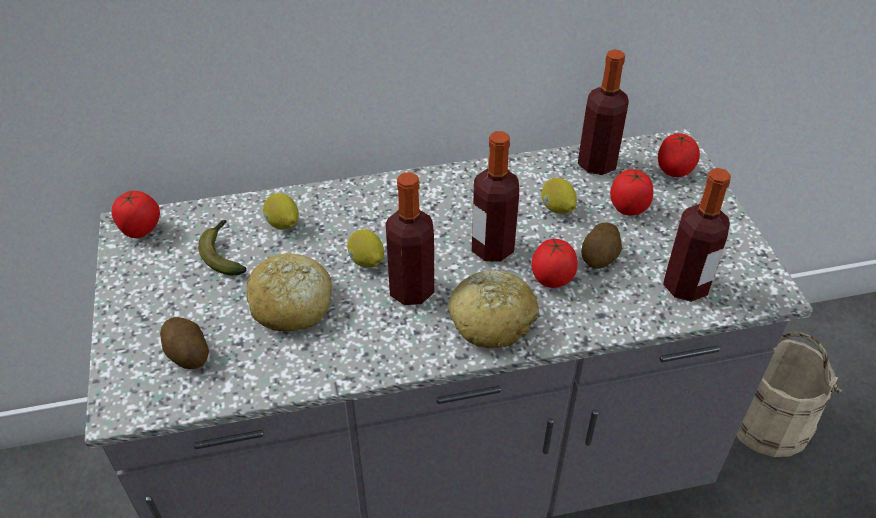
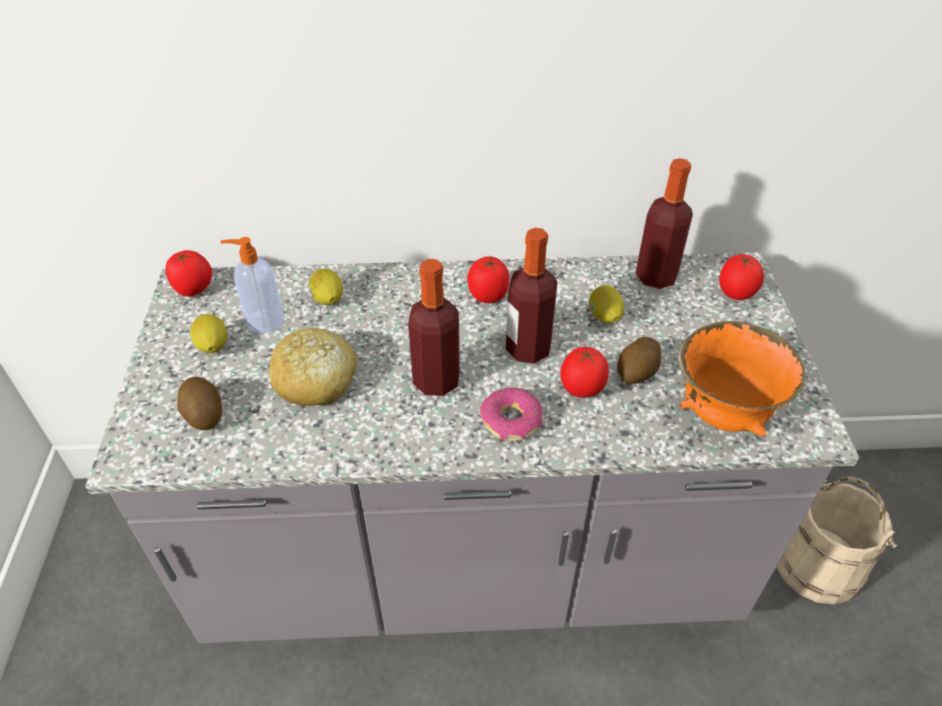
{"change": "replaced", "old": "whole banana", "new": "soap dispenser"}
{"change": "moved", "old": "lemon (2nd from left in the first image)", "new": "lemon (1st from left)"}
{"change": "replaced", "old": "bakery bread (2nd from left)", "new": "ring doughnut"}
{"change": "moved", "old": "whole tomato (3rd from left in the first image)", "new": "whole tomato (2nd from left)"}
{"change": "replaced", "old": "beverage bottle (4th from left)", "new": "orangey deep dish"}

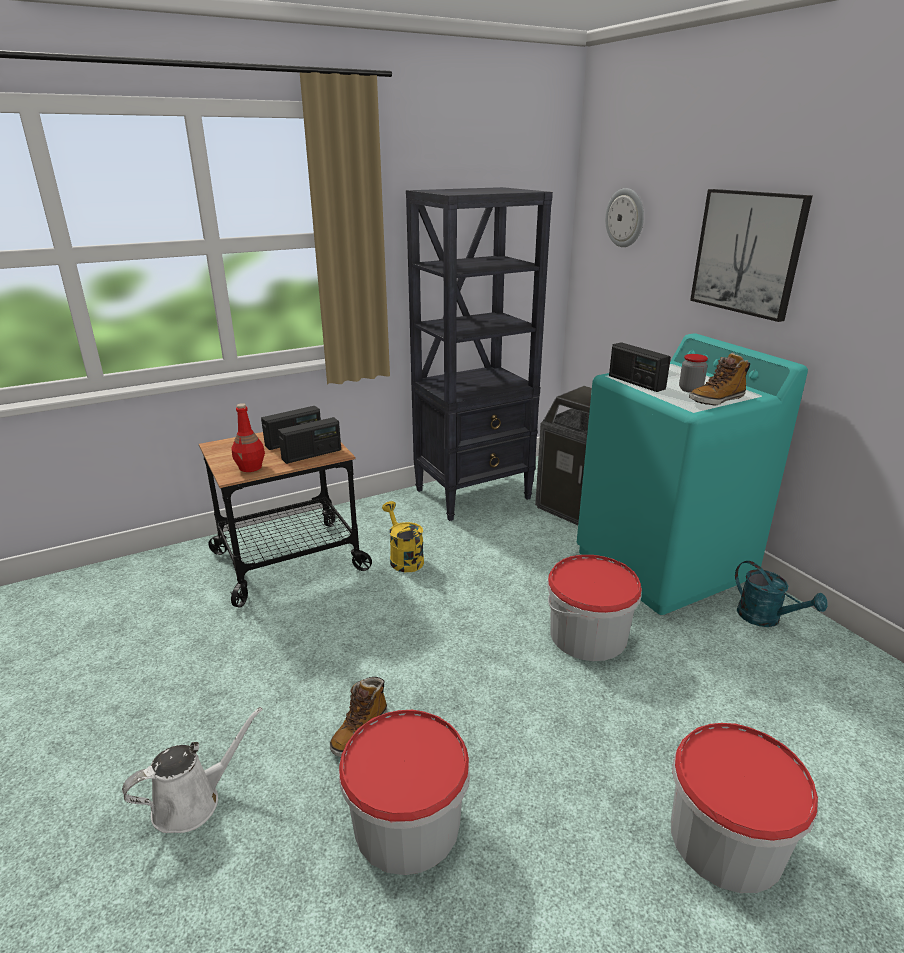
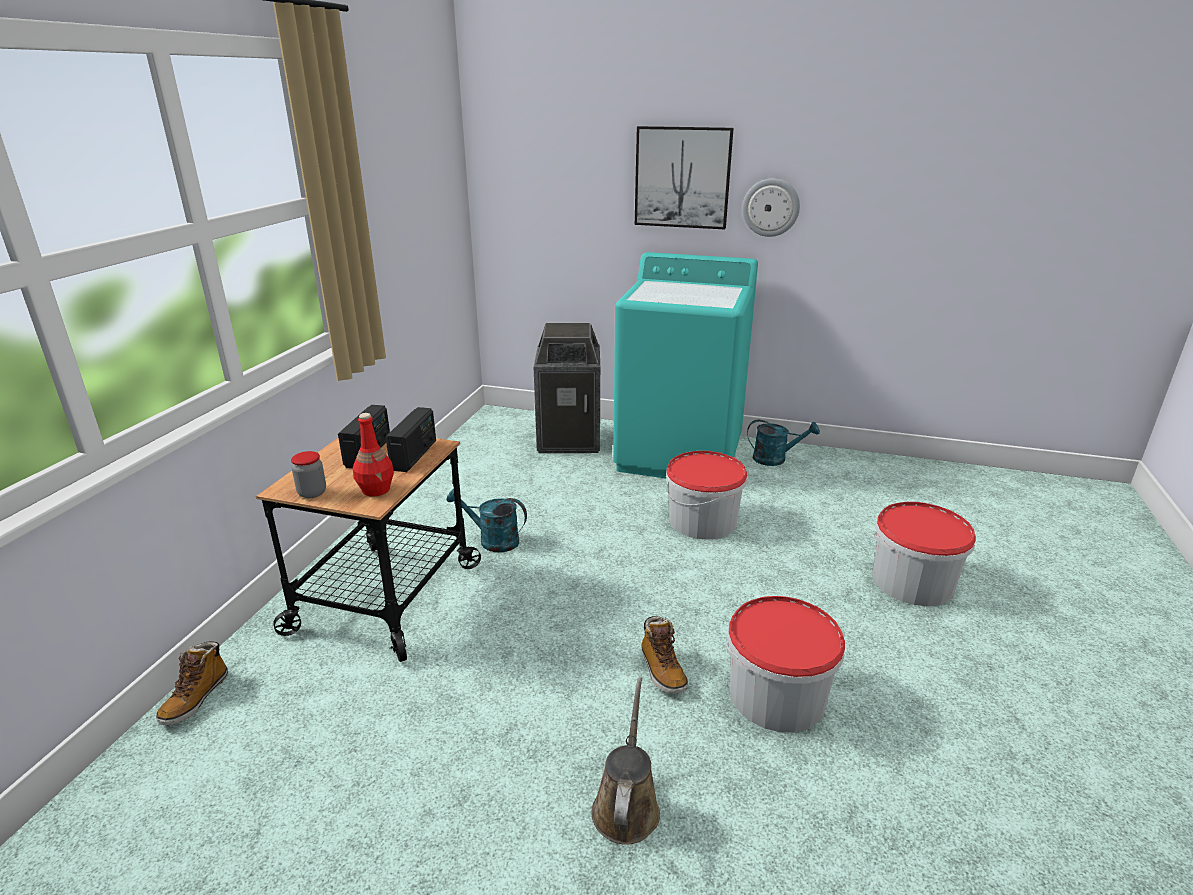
{"change": "recoloured", "old": "white-coloured watering can", "new": "brownish watering can"}
{"change": "recoloured", "old": "yellow watering can", "new": "turquoise watering can (1st from left)"}
{"change": "removed", "old": "black-coloured shelving unit"}
{"change": "moved", "old": "clock on the wall"}
{"change": "removed", "old": "radio receiver (3rd from left)"}
{"change": "moved", "old": "preserve jar"}
{"change": "moved", "old": "boot (2nd from left in the first image)", "new": "boot (1st from left)"}

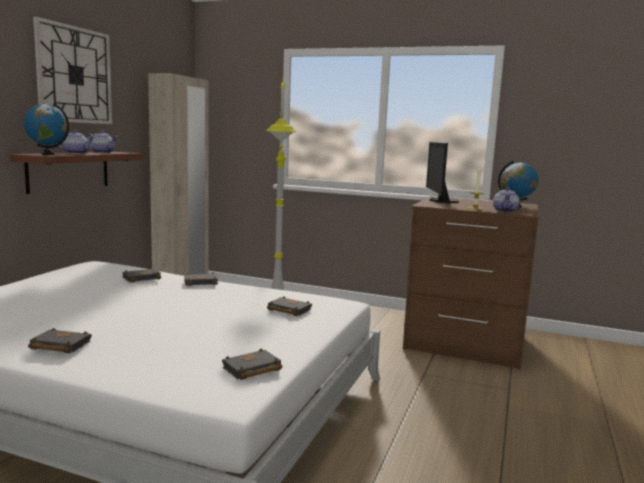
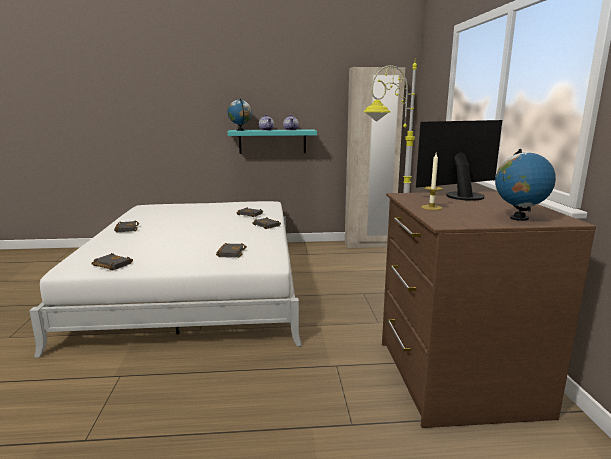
{"change": "recoloured", "old": "brownish shelf", "new": "turquoise shelf"}
{"change": "removed", "old": "clock on the wall"}
{"change": "removed", "old": "tea pot (3rd from left)"}

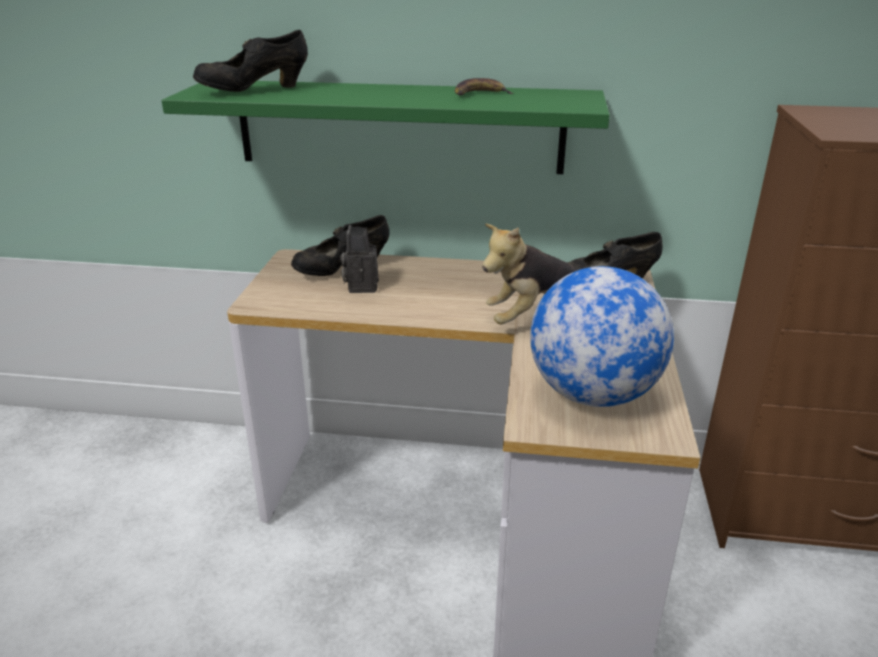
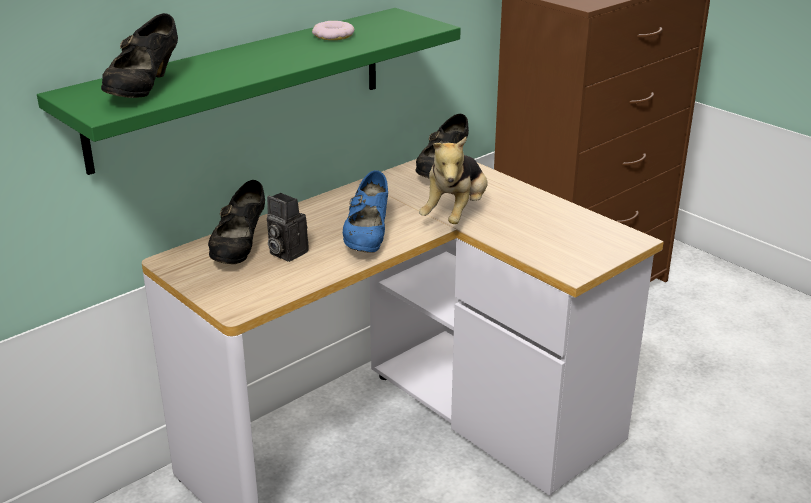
{"change": "replaced", "old": "whole banana", "new": "ring doughnut"}
{"change": "removed", "old": "desk globe"}
{"change": "added", "new": "blue low shoe"}

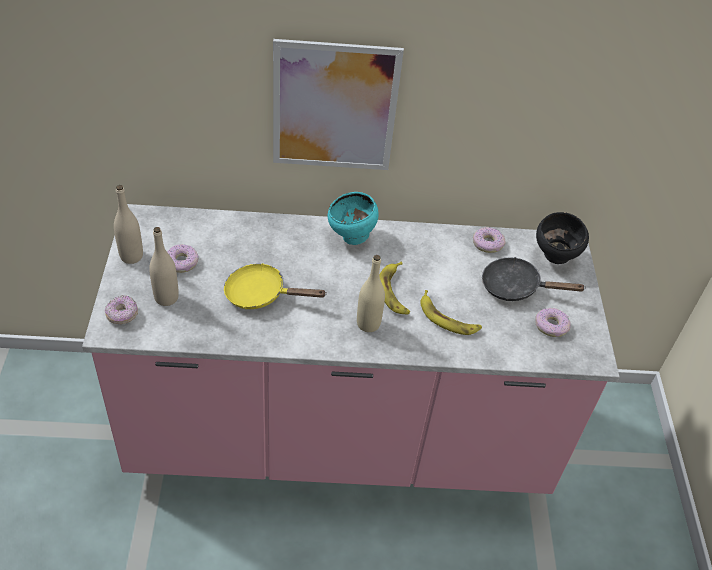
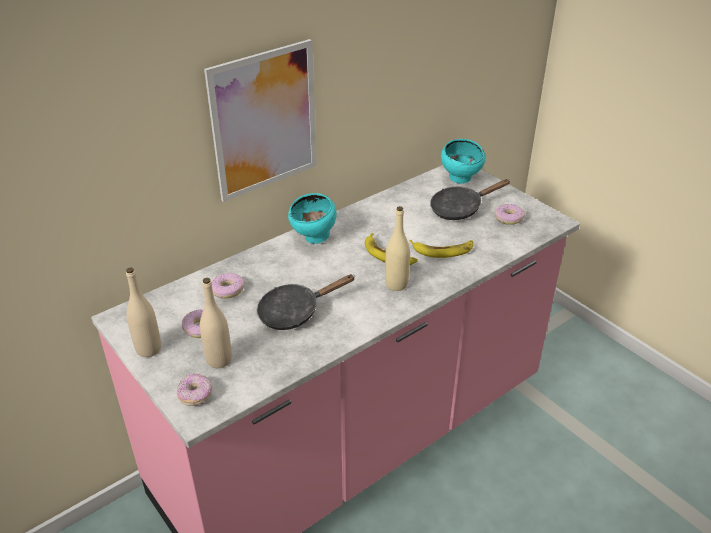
{"change": "recoloured", "old": "yellow pan", "new": "black-coloured pan (1st from left)"}
{"change": "moved", "old": "ring doughnut (3rd from left)"}
{"change": "recoloured", "old": "black-coloured deep dish", "new": "turquoise deep dish (2nd from left)"}

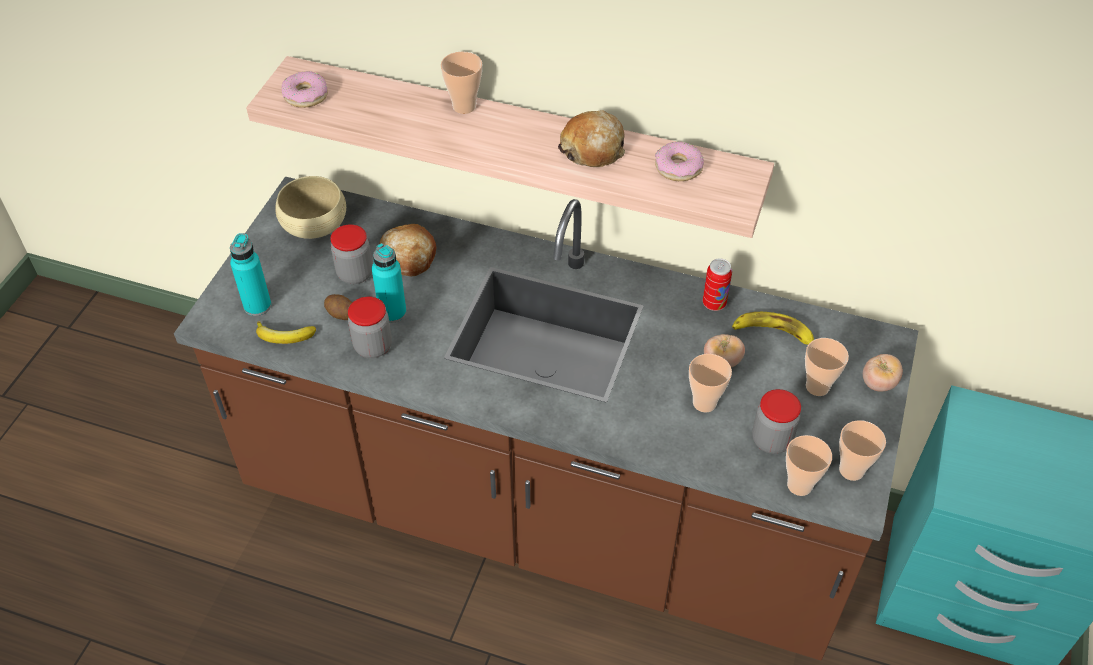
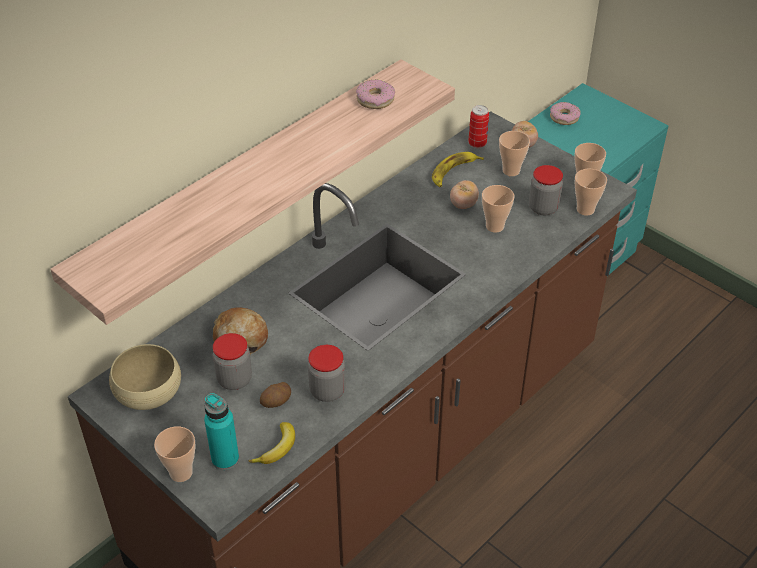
{"change": "moved", "old": "ring doughnut (1st from left in the first image)", "new": "ring doughnut (2nd from left)"}
{"change": "removed", "old": "turquoise beverage bottle (2nd from left)"}
{"change": "moved", "old": "drinking cup (1st from left)"}
{"change": "removed", "old": "bakery bread (2nd from left)"}
{"change": "moved", "old": "metal can"}

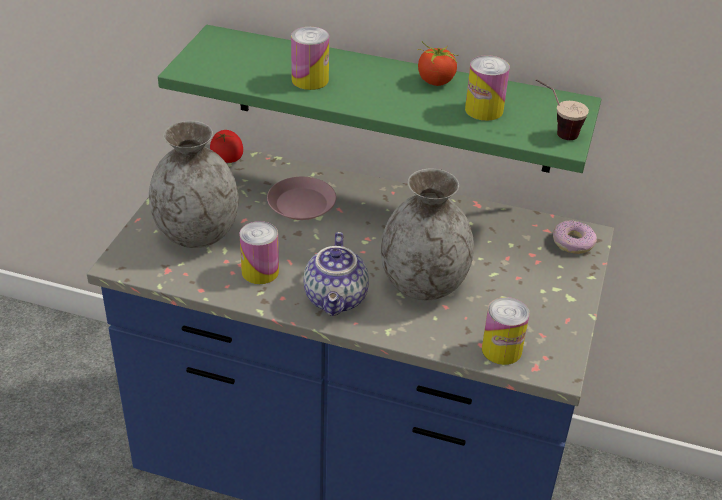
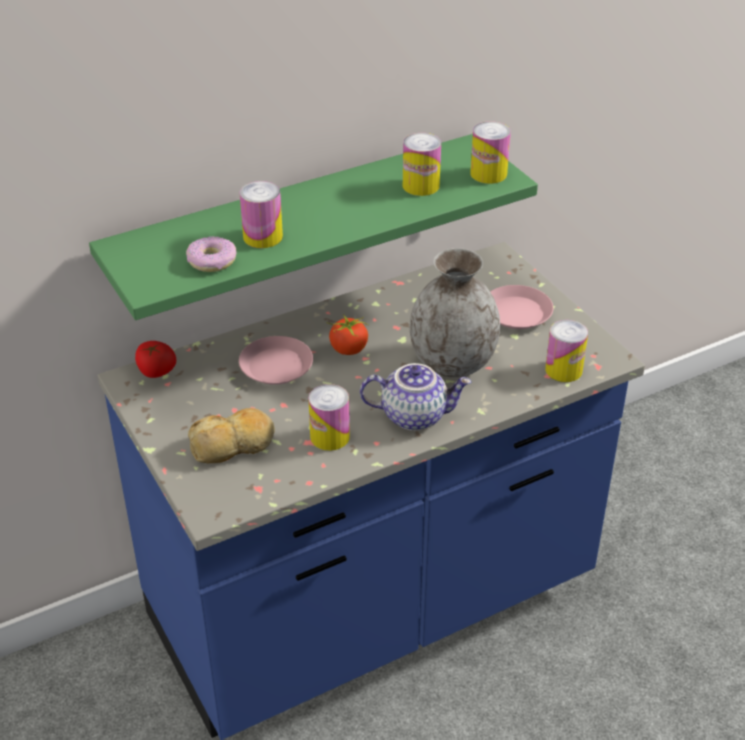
{"change": "replaced", "old": "grey flower vase (1st from left)", "new": "bakery bread"}
{"change": "turned", "old": "tea pot", "degrees": -45}
{"change": "moved", "old": "whole tomato (2nd from left)"}
{"change": "replaced", "old": "drinking cup", "new": "metal can (4th from left)"}
{"change": "moved", "old": "ring doughnut"}
{"change": "added", "new": "pinkish dinner plate (2nd from left)"}

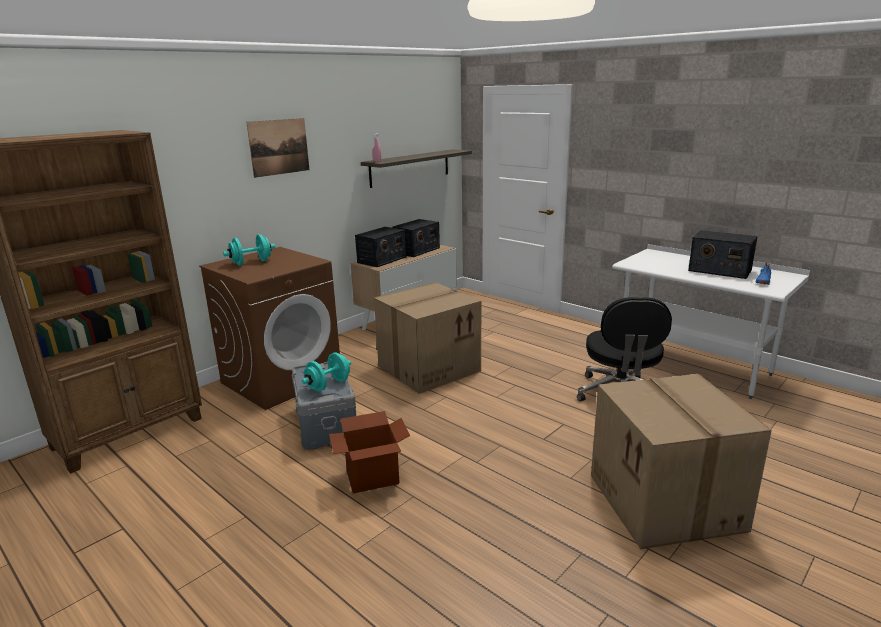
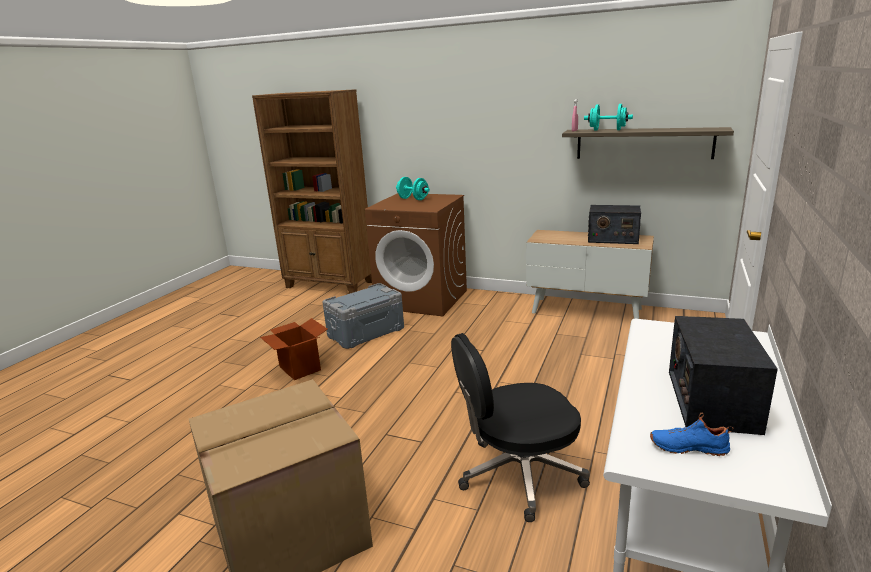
{"change": "removed", "old": "wall picture"}
{"change": "moved", "old": "turquoise hand weight (2nd from left)"}
{"change": "removed", "old": "radio receiver (1st from left)"}
{"change": "removed", "old": "carton (2nd from left)"}

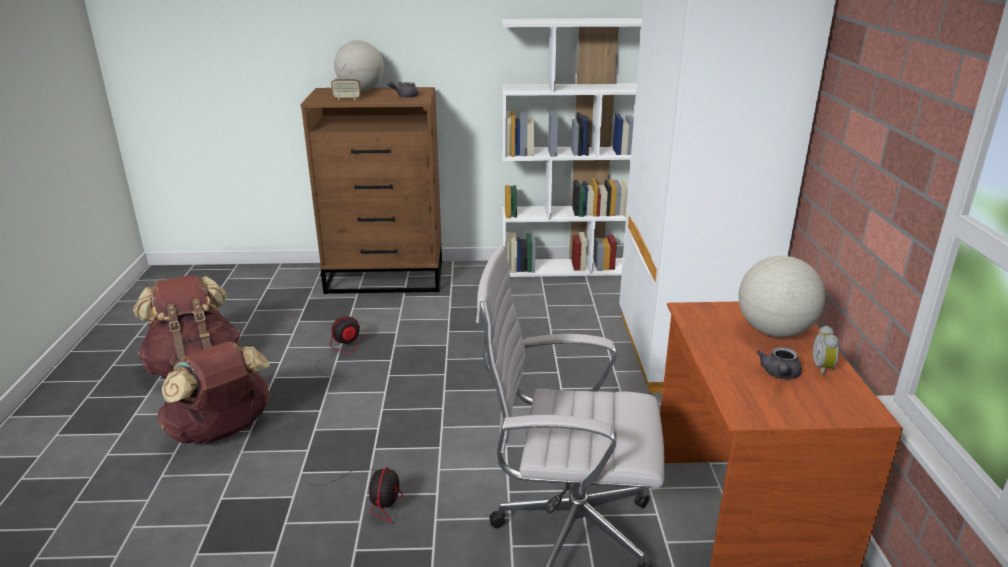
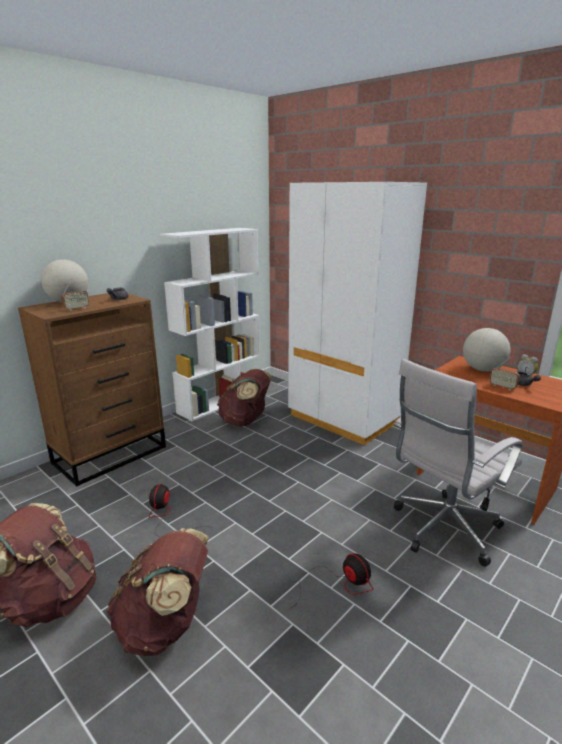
{"change": "added", "new": "brownish backpack (3rd from left)"}
{"change": "added", "new": "radio receiver (2nd from left)"}

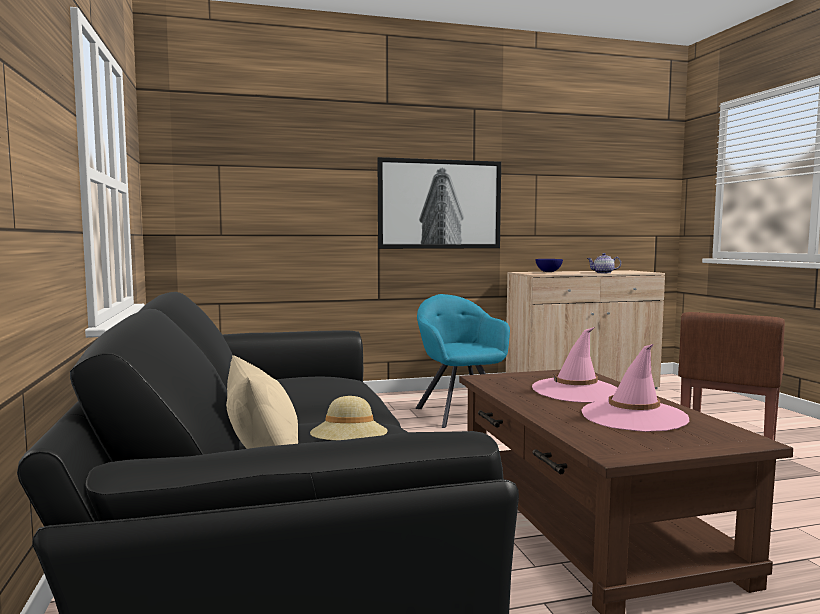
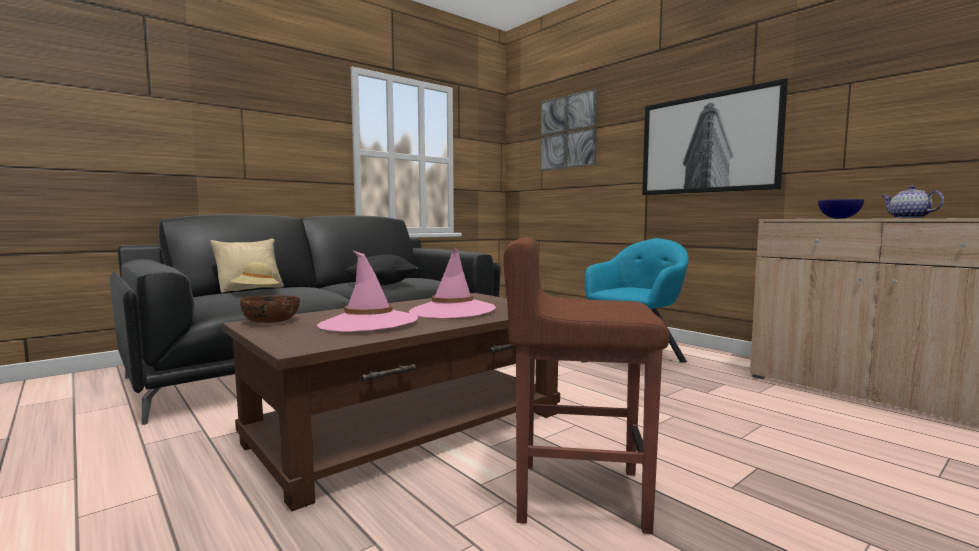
{"change": "added", "new": "brownish deep dish"}
{"change": "added", "new": "black-coloured cushion"}
{"change": "added", "new": "wall picture (1st from left)"}

